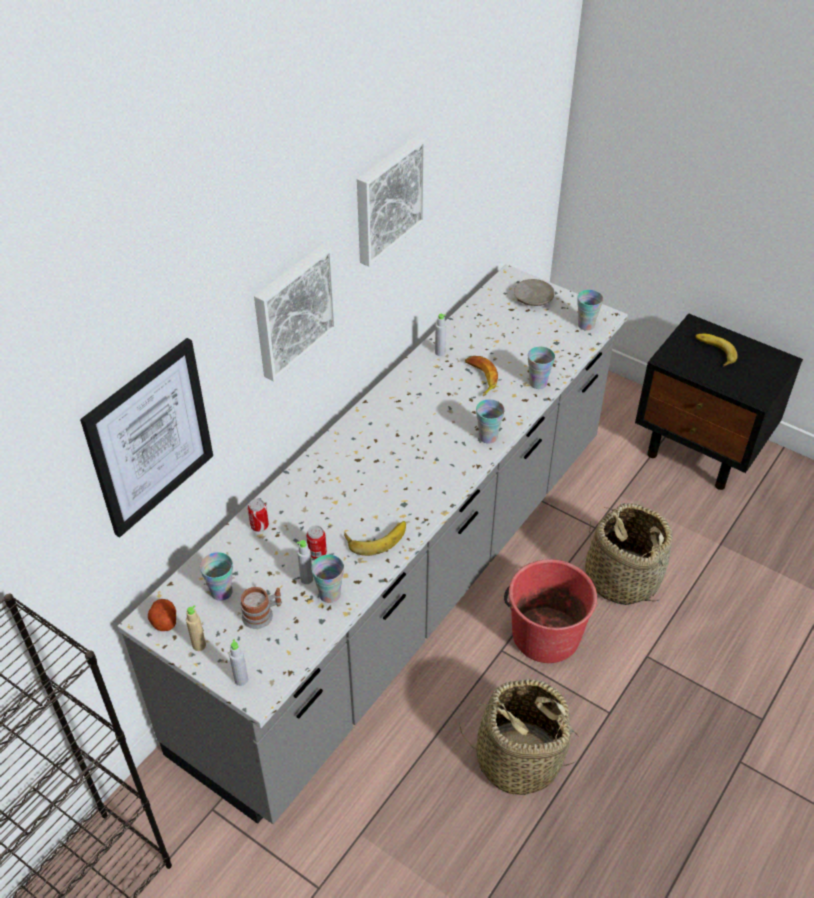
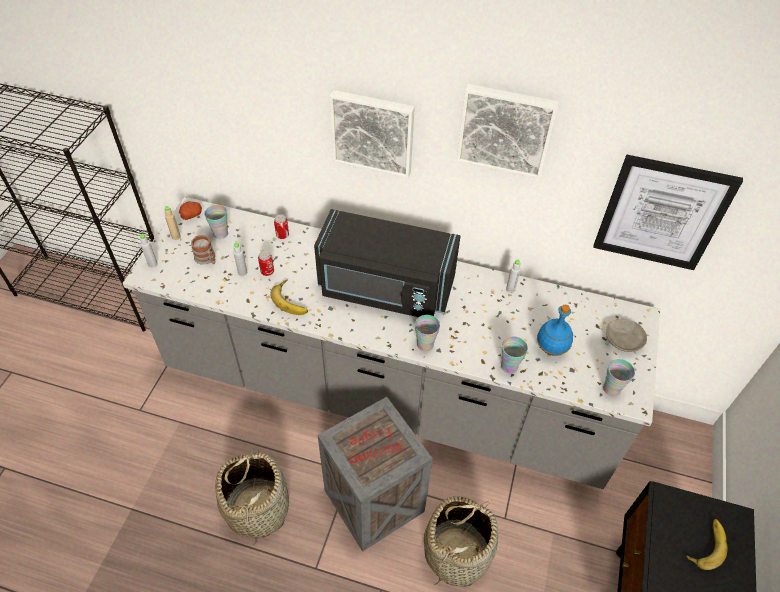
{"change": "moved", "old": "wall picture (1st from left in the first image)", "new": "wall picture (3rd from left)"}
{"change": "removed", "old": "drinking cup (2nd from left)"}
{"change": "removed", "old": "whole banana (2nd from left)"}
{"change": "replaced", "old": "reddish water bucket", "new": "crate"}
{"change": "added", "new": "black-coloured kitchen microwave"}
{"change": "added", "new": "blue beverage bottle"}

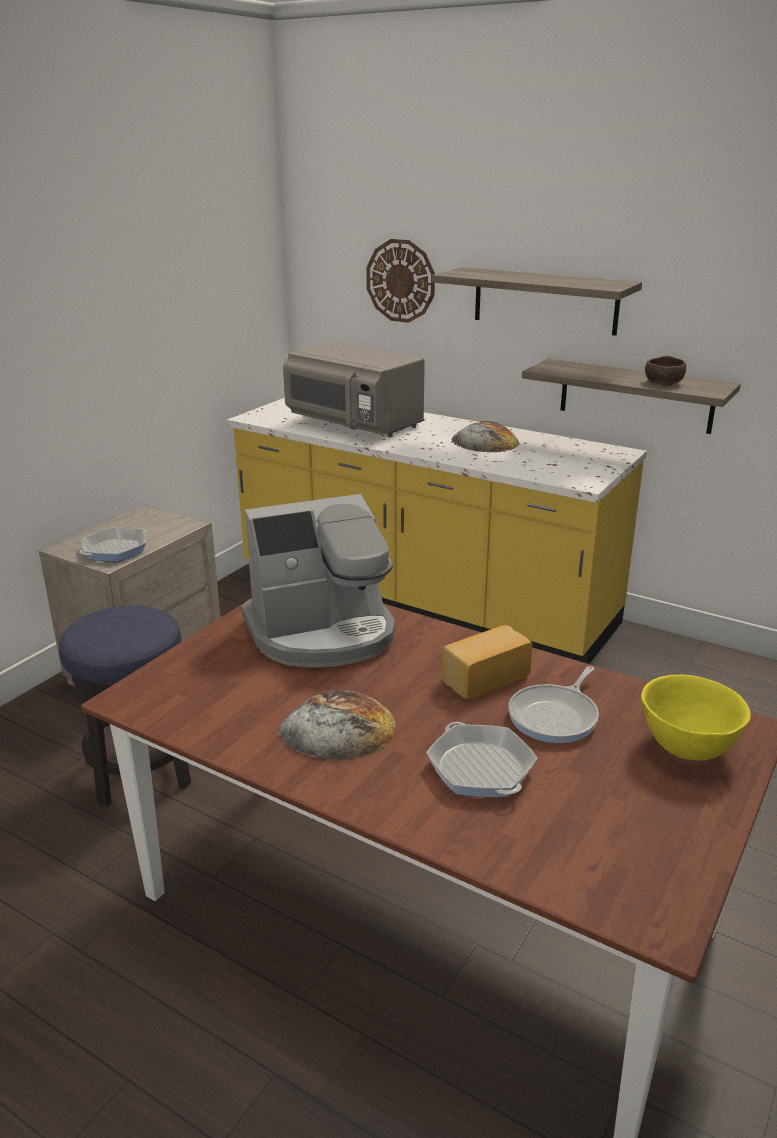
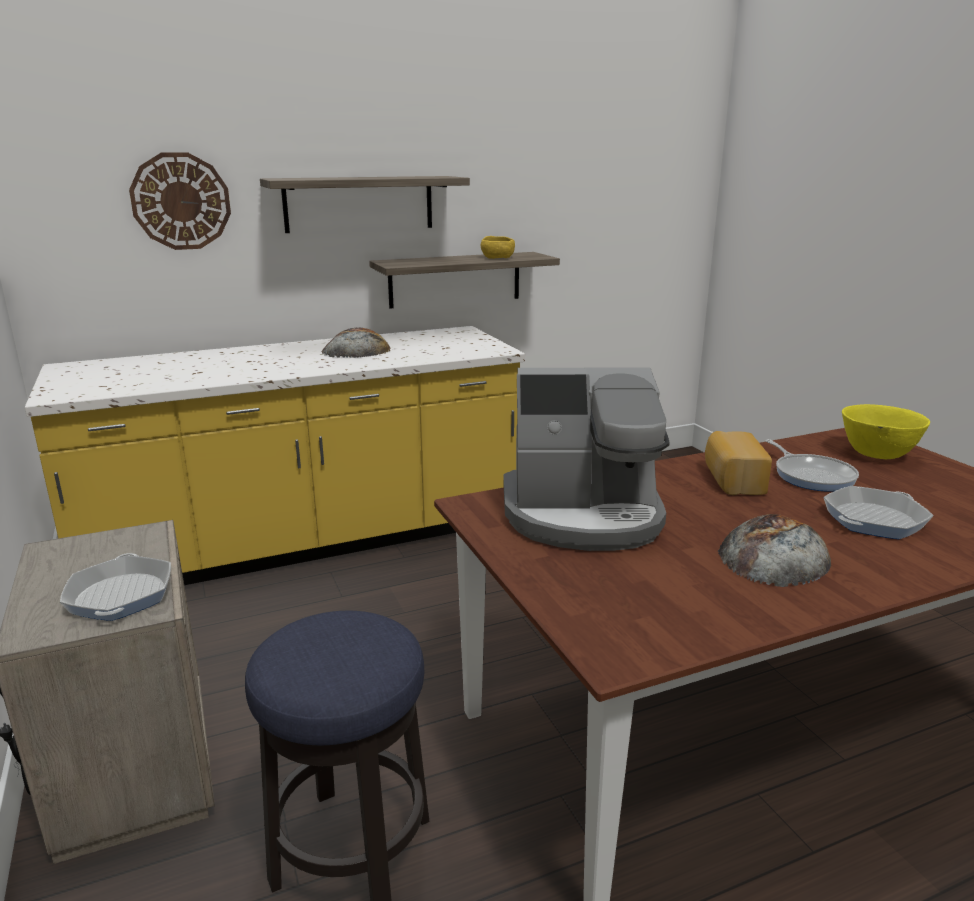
{"change": "turned", "old": "coffee brewer", "degrees": 75}
{"change": "removed", "old": "grey kitchen microwave"}
{"change": "turned", "old": "pan (2nd from left in the first image)", "degrees": 135}
{"change": "recoloured", "old": "brownish deep dish", "new": "yellow deep dish (1st from left)"}

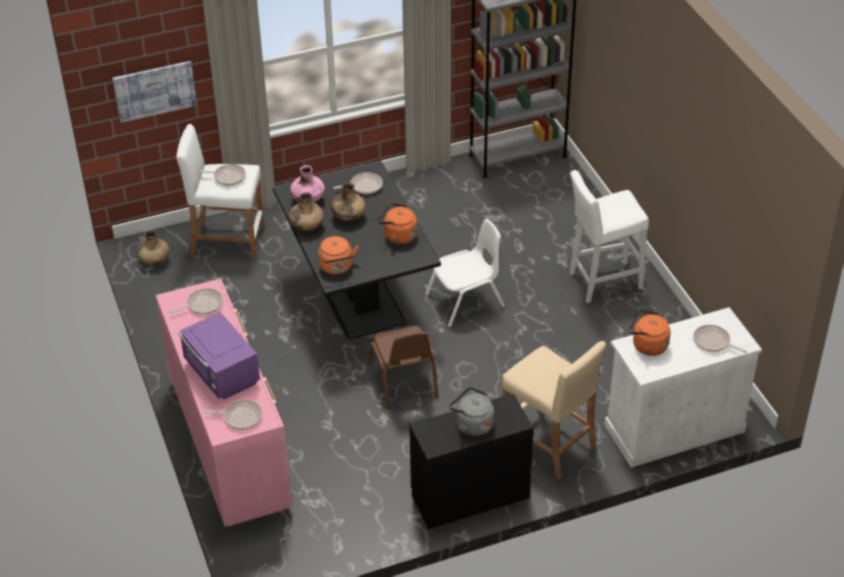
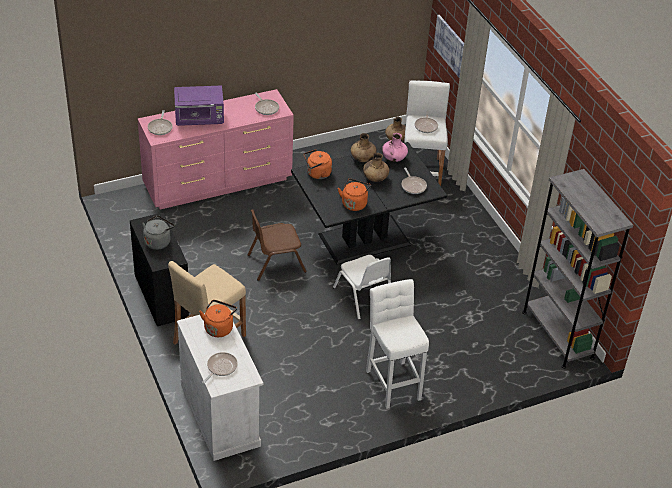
{"change": "turned", "old": "purple kitchen microwave", "degrees": -150}

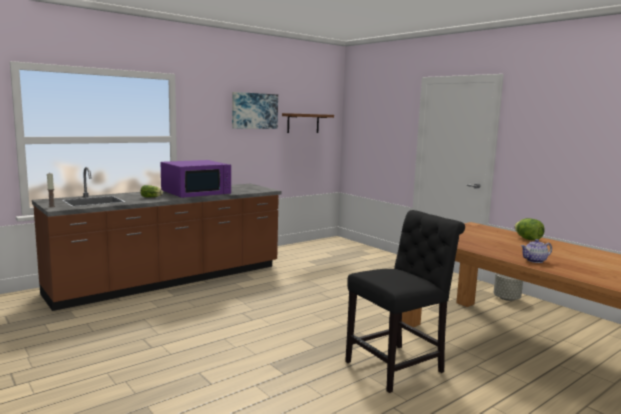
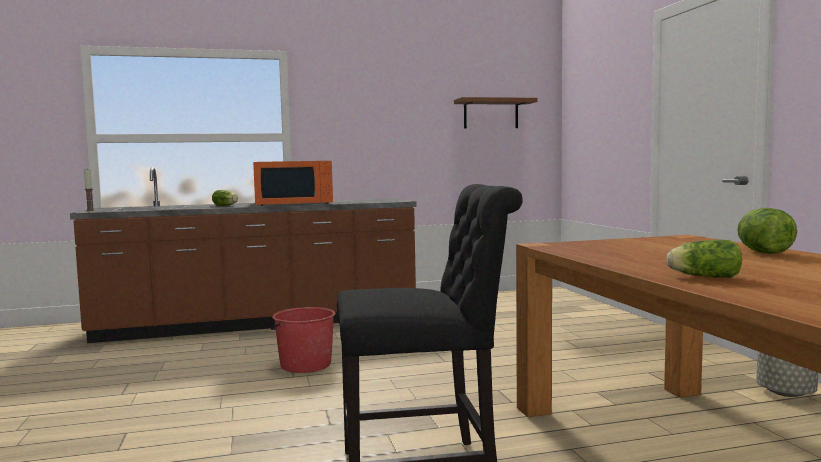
{"change": "recoloured", "old": "purple kitchen microwave", "new": "orangey kitchen microwave"}
{"change": "removed", "old": "wall picture"}
{"change": "replaced", "old": "tea pot", "new": "head of lettuce (2nd from left)"}
{"change": "added", "new": "reddish water bucket"}

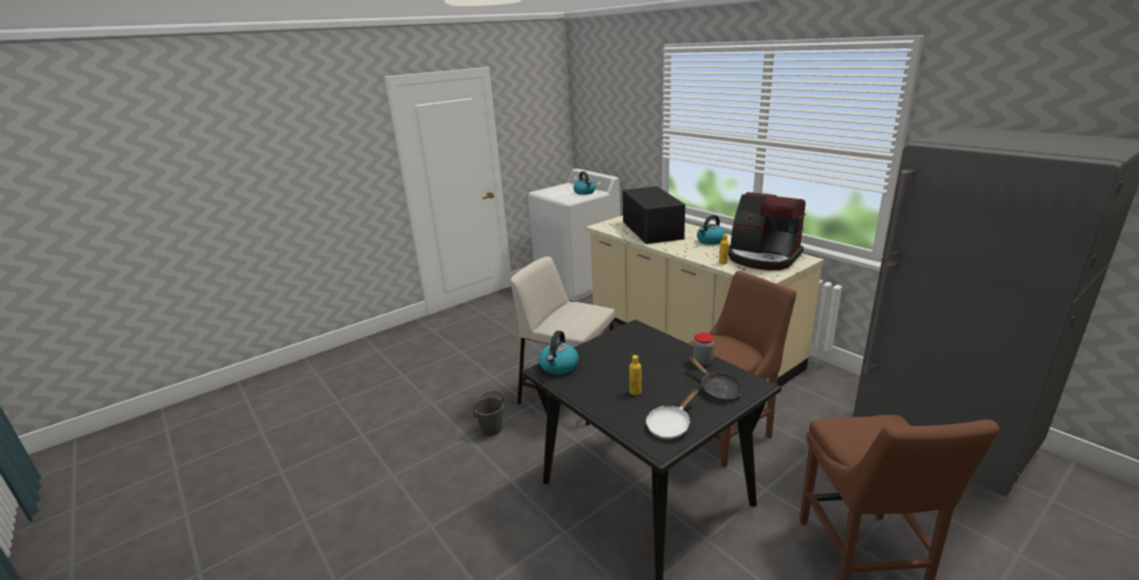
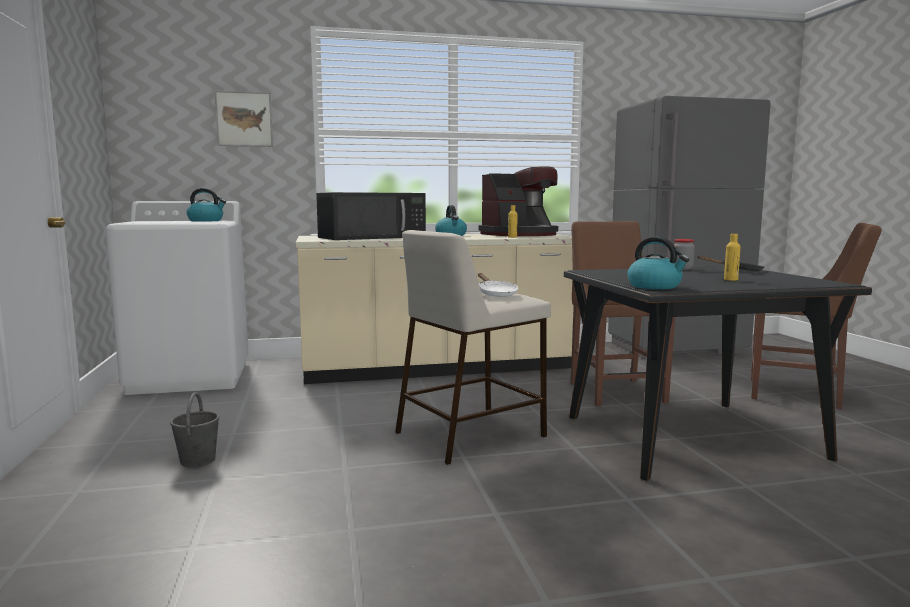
{"change": "moved", "old": "grey water bucket"}
{"change": "turned", "old": "black-coloured kitchen microwave", "degrees": 135}
{"change": "moved", "old": "white-coloured pan"}
{"change": "added", "new": "wall picture"}

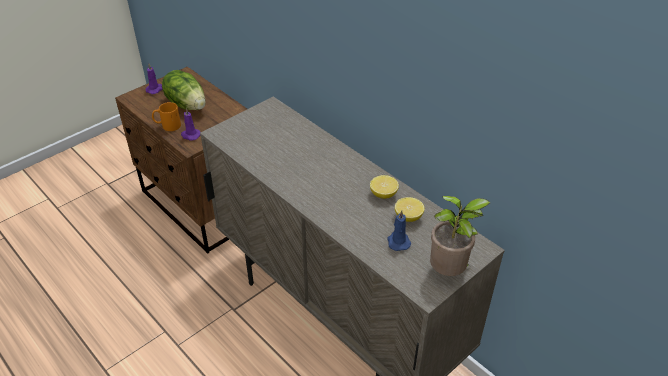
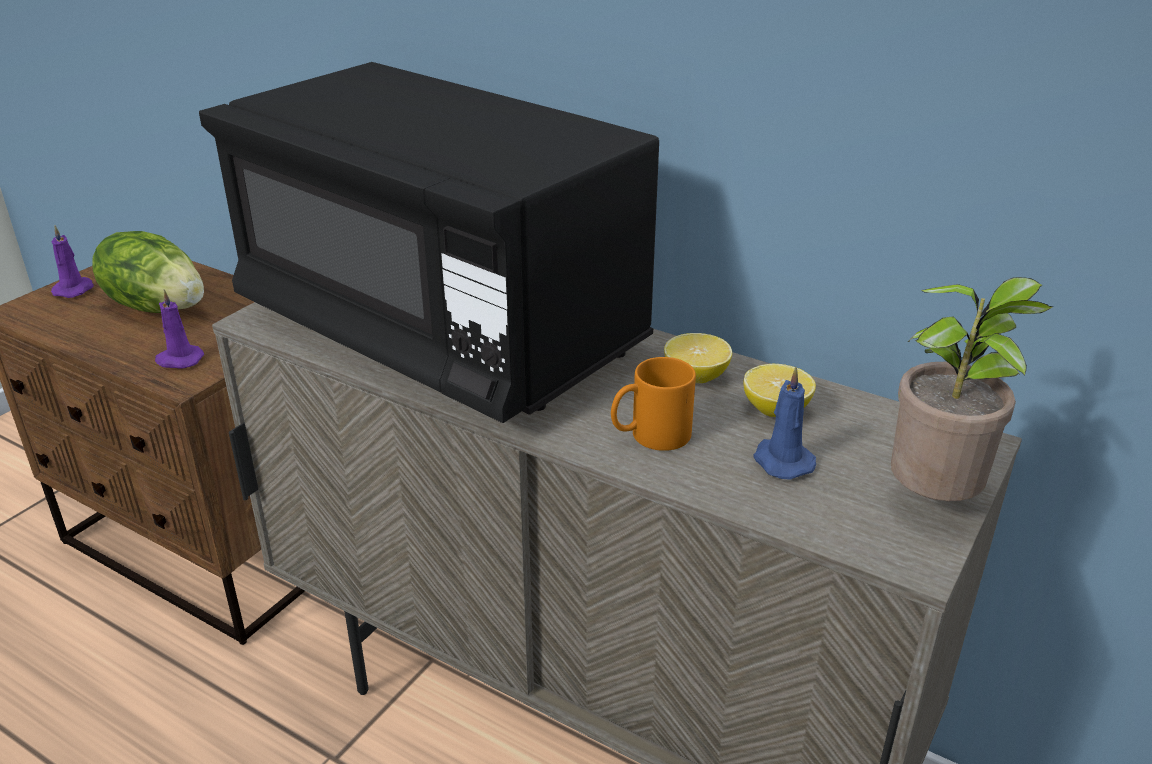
{"change": "moved", "old": "orangey tea mug"}
{"change": "added", "new": "black-coloured kitchen microwave"}

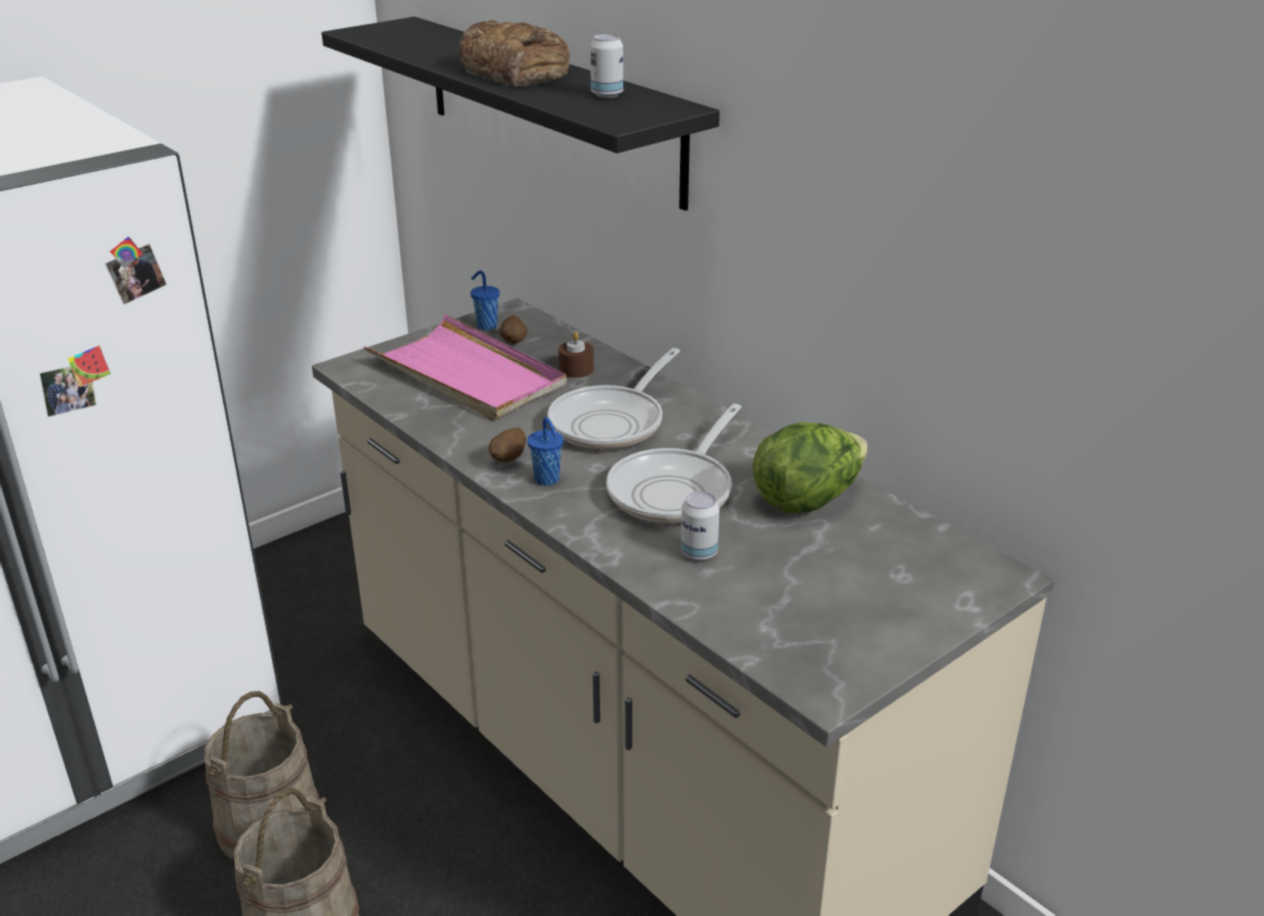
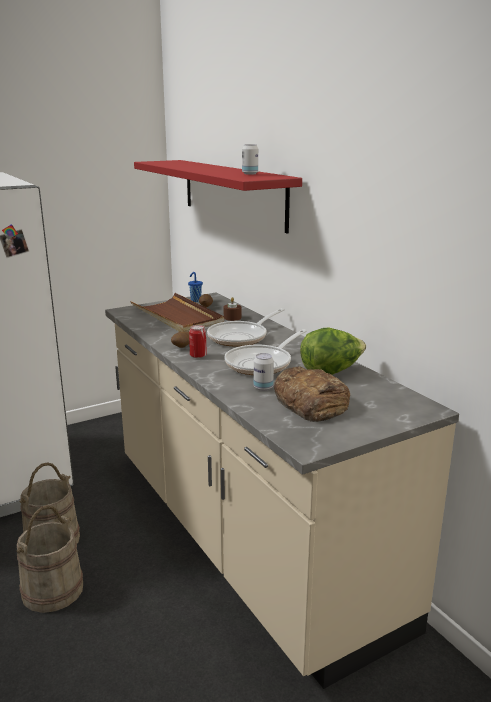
{"change": "recoloured", "old": "black-coloured shelf", "new": "reddish shelf"}
{"change": "recoloured", "old": "pinkish carrying tray", "new": "brownish carrying tray"}
{"change": "moved", "old": "bakery bread"}
{"change": "replaced", "old": "blue drinking cup (2nd from left)", "new": "metal can (1st from left)"}

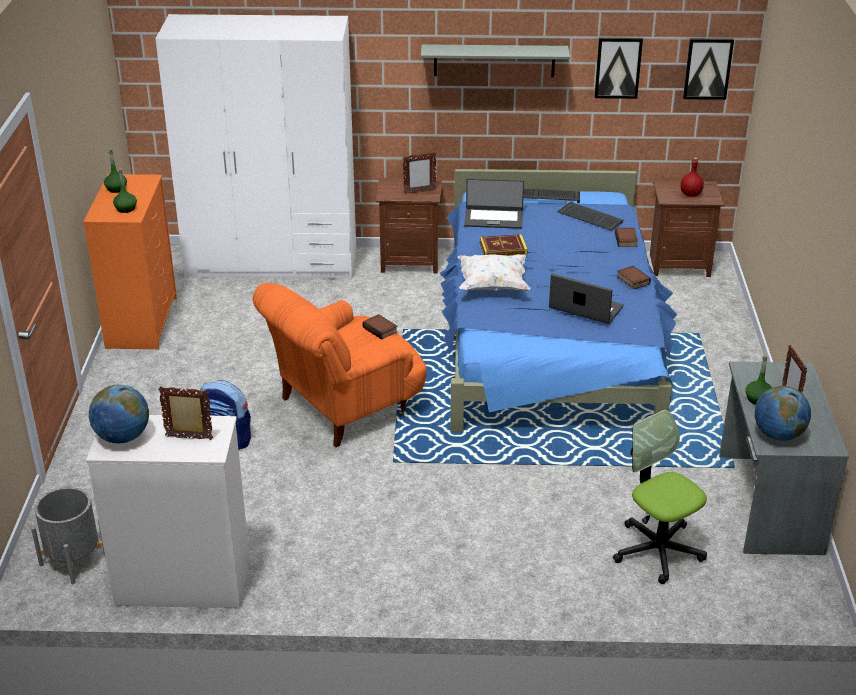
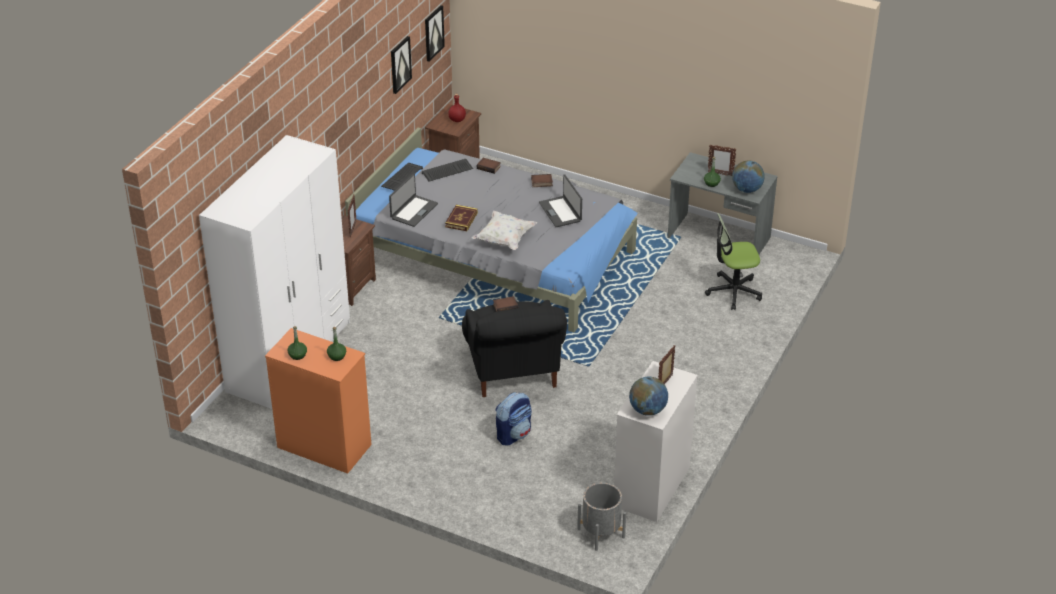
{"change": "recoloured", "old": "orangey lounge chair", "new": "black-coloured lounge chair"}
{"change": "removed", "old": "grey shelf"}
{"change": "recoloured", "old": "blue bed", "new": "grey bed"}
{"change": "turned", "old": "notebook computer (2nd from left)", "degrees": -75}

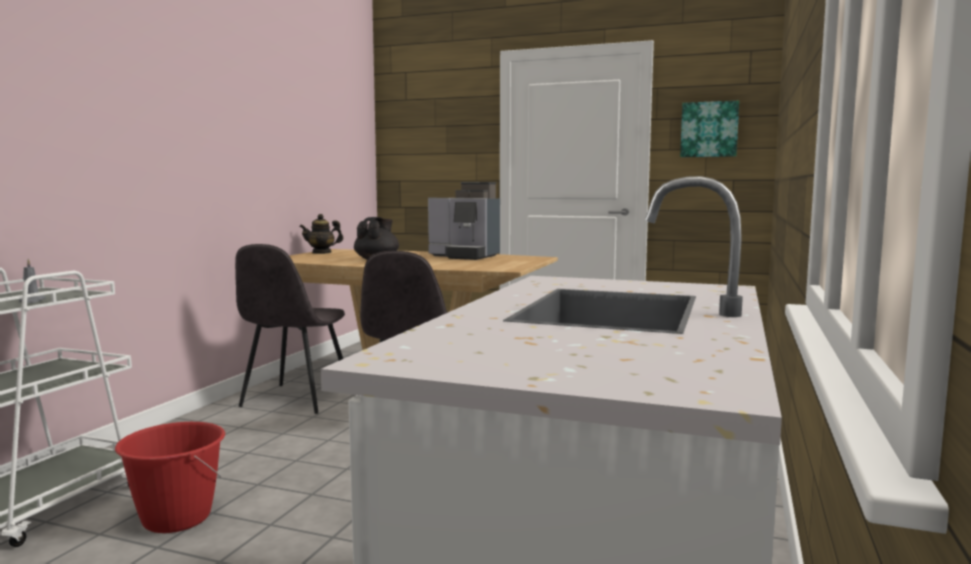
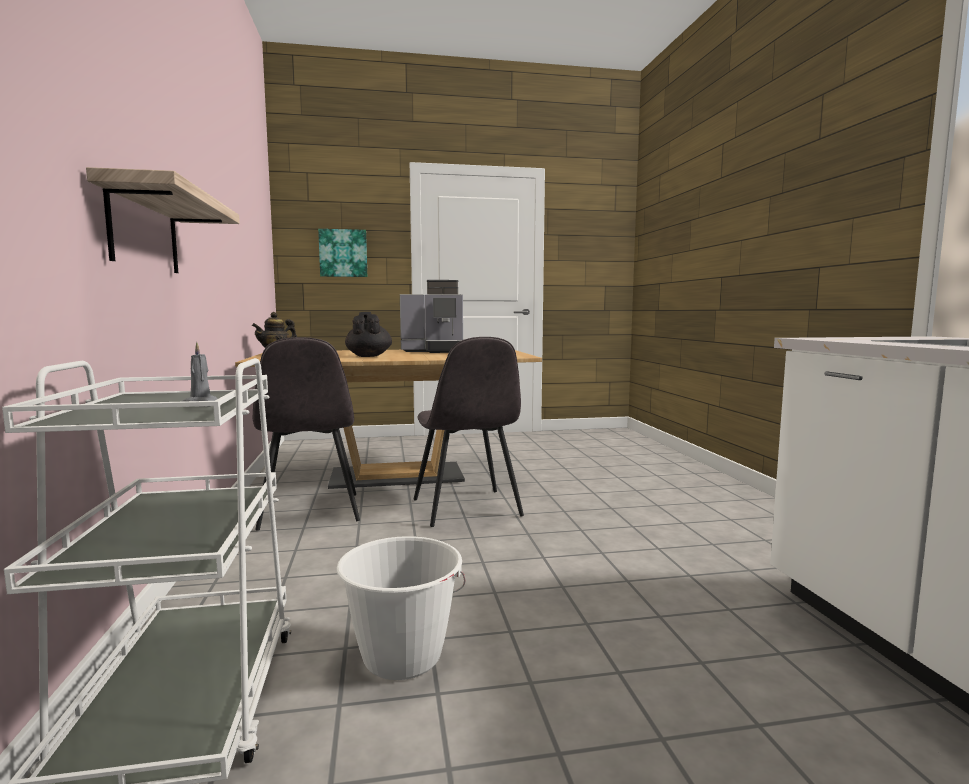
{"change": "recoloured", "old": "reddish water bucket", "new": "white-coloured water bucket"}
{"change": "moved", "old": "wall picture"}
{"change": "added", "new": "shelf"}

